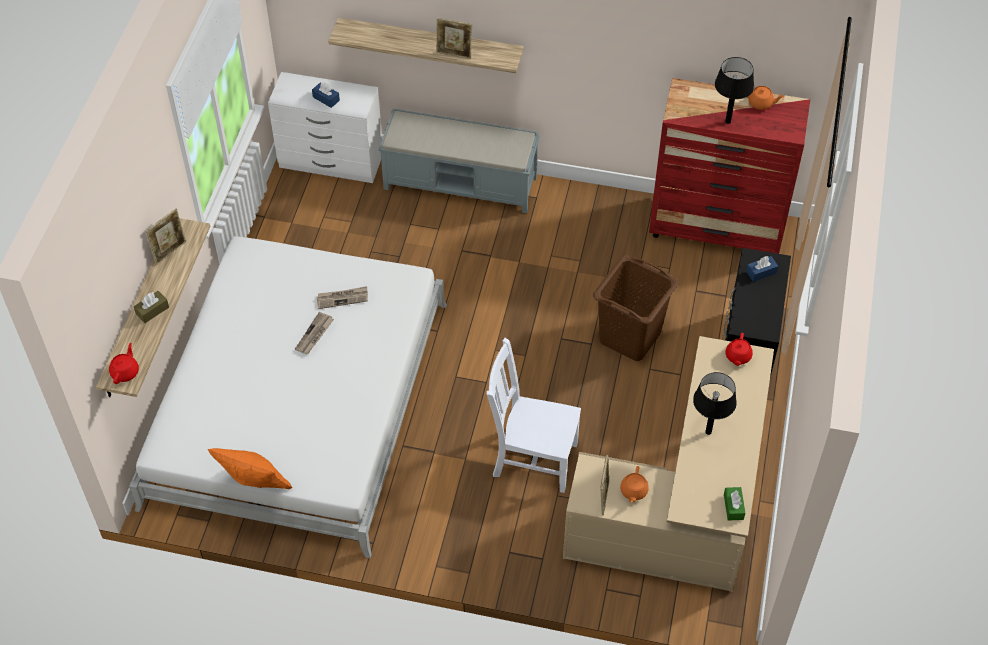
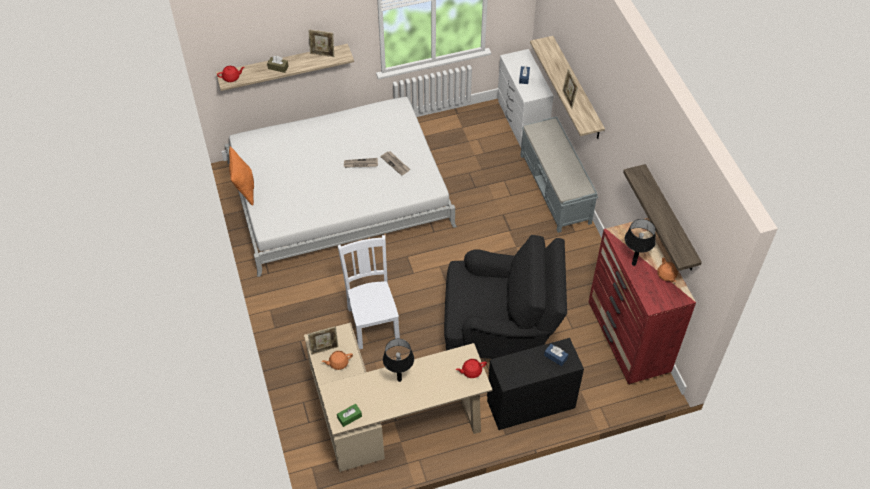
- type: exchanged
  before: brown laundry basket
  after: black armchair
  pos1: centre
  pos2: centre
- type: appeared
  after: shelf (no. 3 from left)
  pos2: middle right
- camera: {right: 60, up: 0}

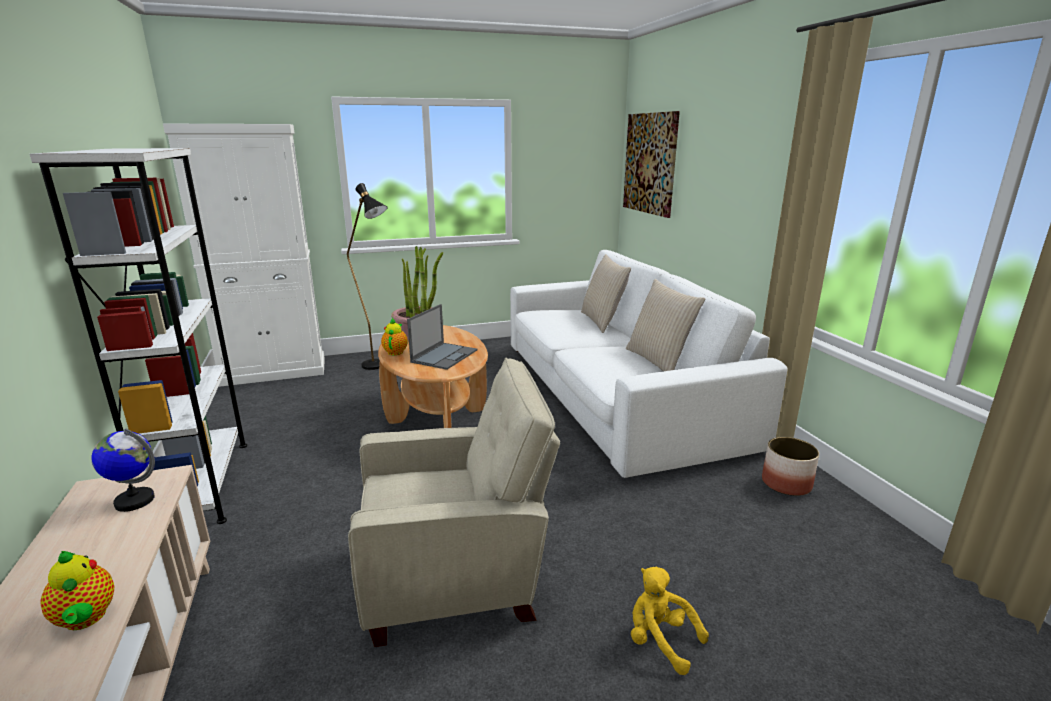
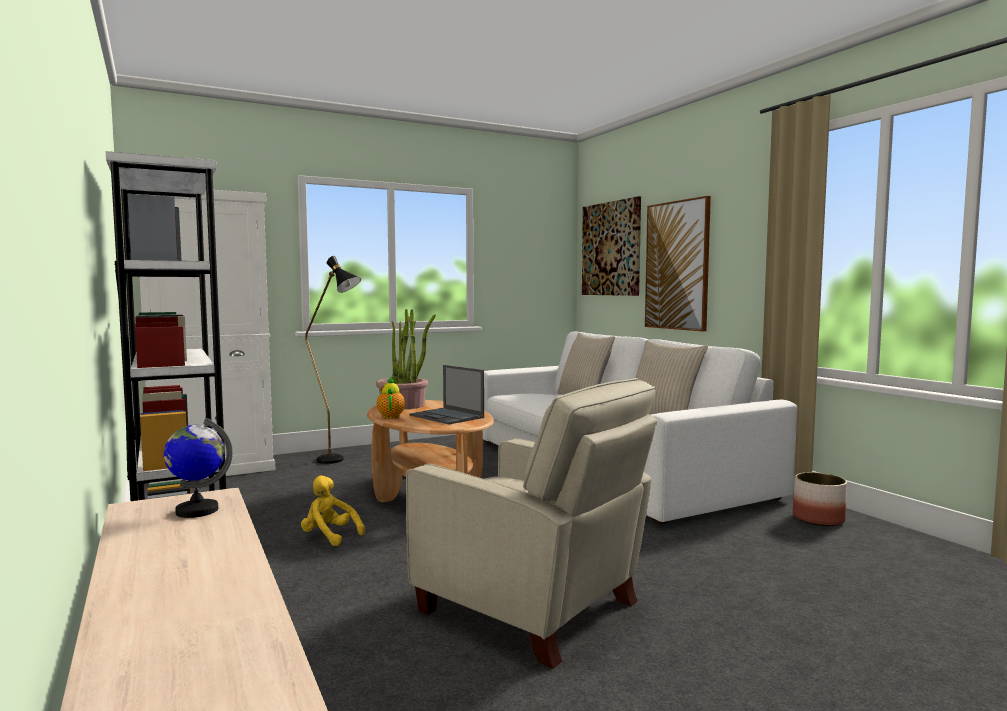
- type: spun
  before: laptop
  pos1: centre
  pos2: centre
  turn: 120
- type: spun
  before: beige armchair
  pos1: bottom centre
  pos2: bottom centre
  turn: 60
- type: missing
  before: teapot (no. 1 from left)
  pos1: bottom left
- type: relocated
  before: yellow plush toy
  pos1: bottom centre
  pos2: bottom left
- type: appeared
  after: picture (no. 2 from left)
  pos2: middle right
- camera: {right: -10, up: -15}

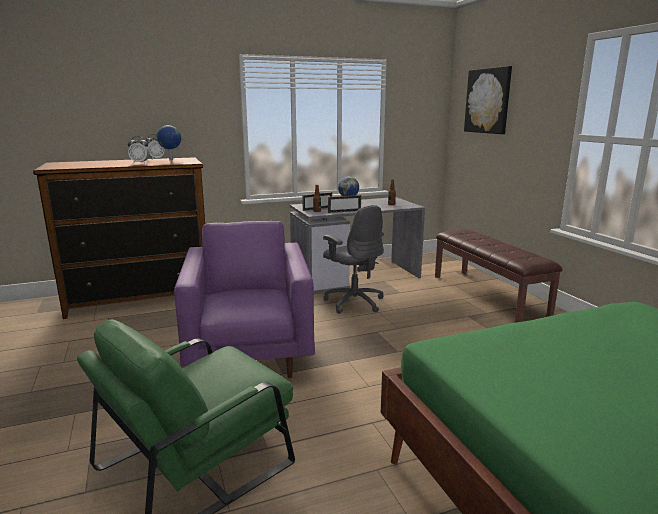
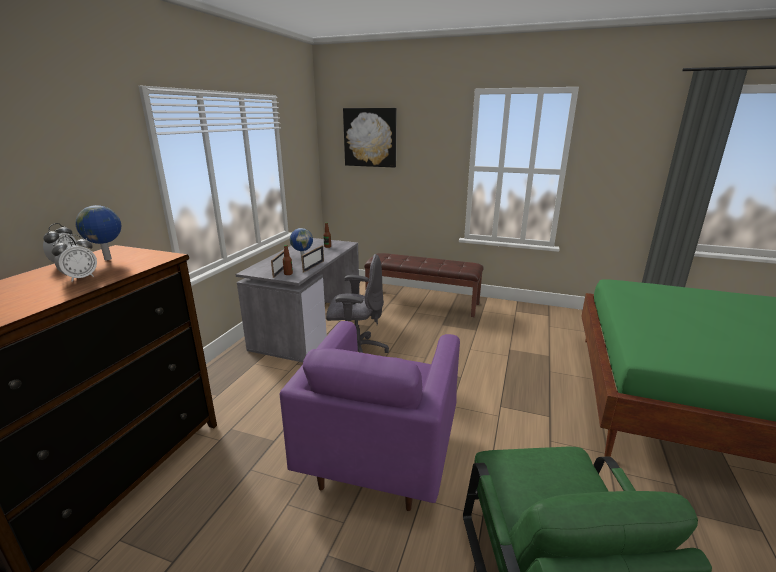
- type: spun
  before: purple armchair
  pos1: centre
  pos2: bottom centre
  turn: -105
- camera: {right: -50, up: 5}

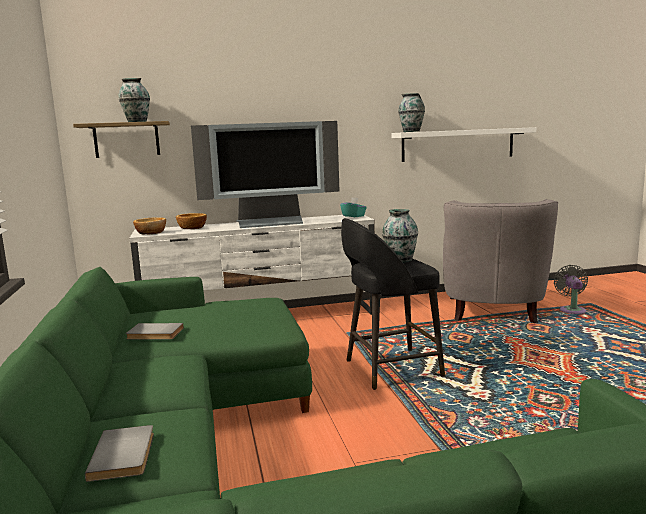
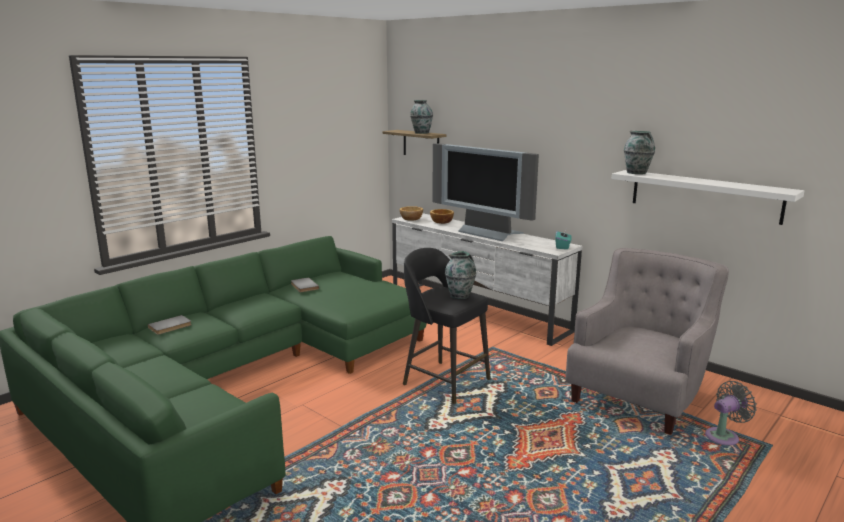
- type: spun
  before: grey armchair
  pos1: middle right
  pos2: middle right
  turn: 150
- camera: {right: 55, up: 5}

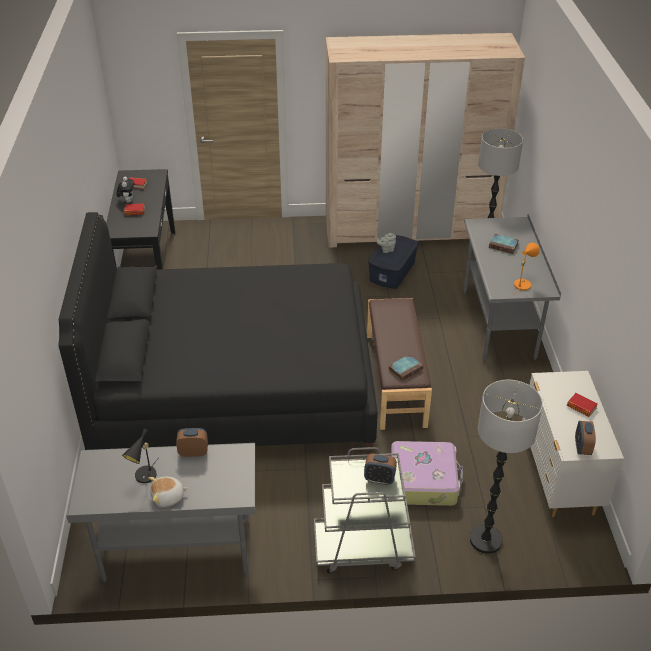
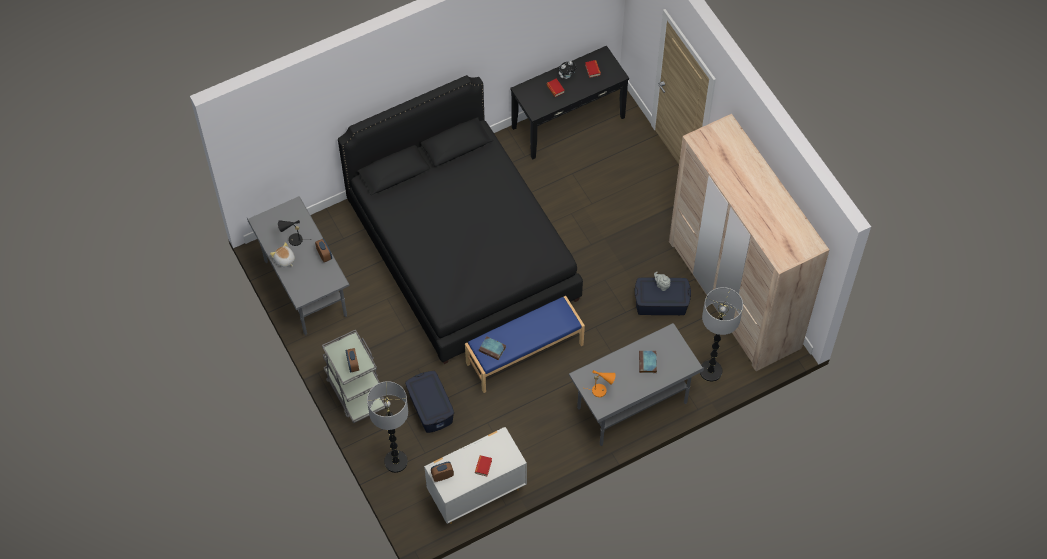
- type: colour
  before: brown bench
  after: blue bench
  pos1: centre
  pos2: centre
- type: exchanged
  before: suitcase
  after: blue storage box (no. 1 from left)
  pos1: bottom centre
  pos2: bottom centre
- camera: {right: 65, up: 20}

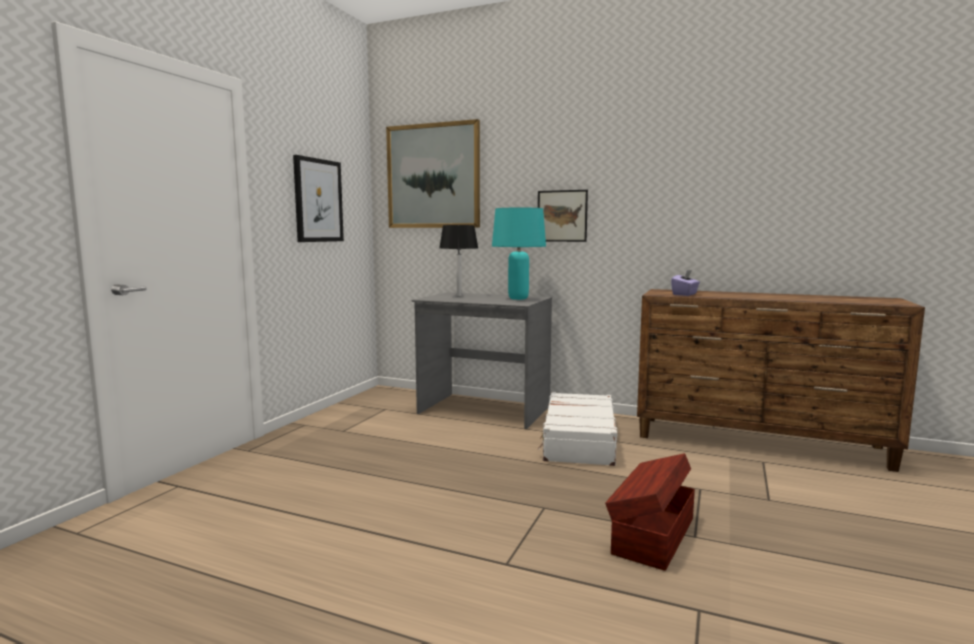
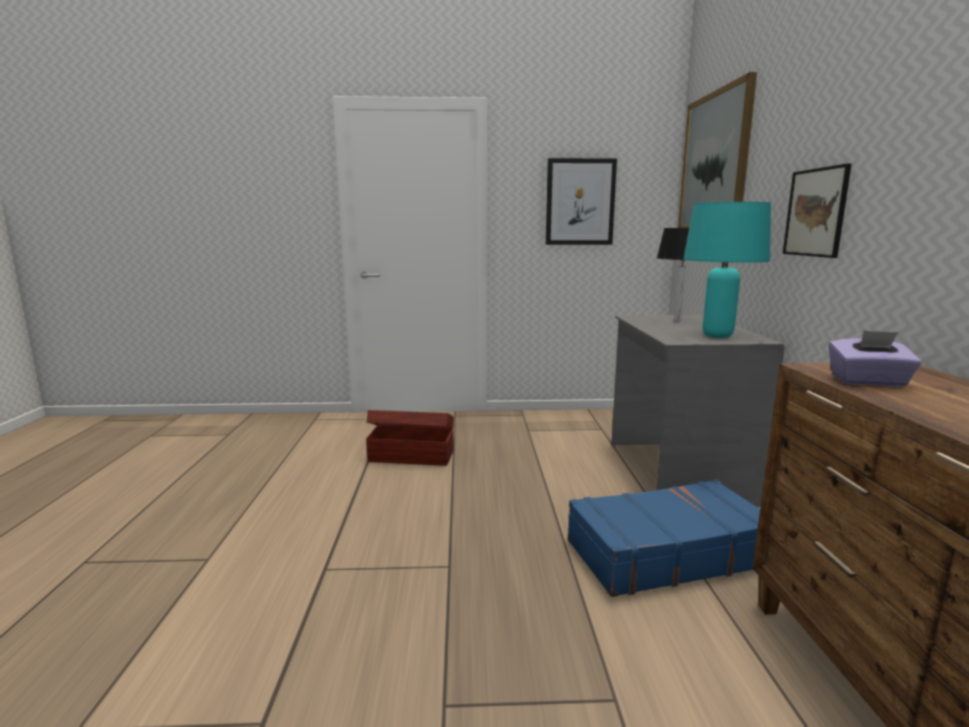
- type: colour
  before: white suitcase
  after: blue suitcase
  pos1: centre
  pos2: bottom right
- type: relocated
  before: brown storage box
  pos1: bottom right
  pos2: centre
- camera: {right: 65, up: 5}

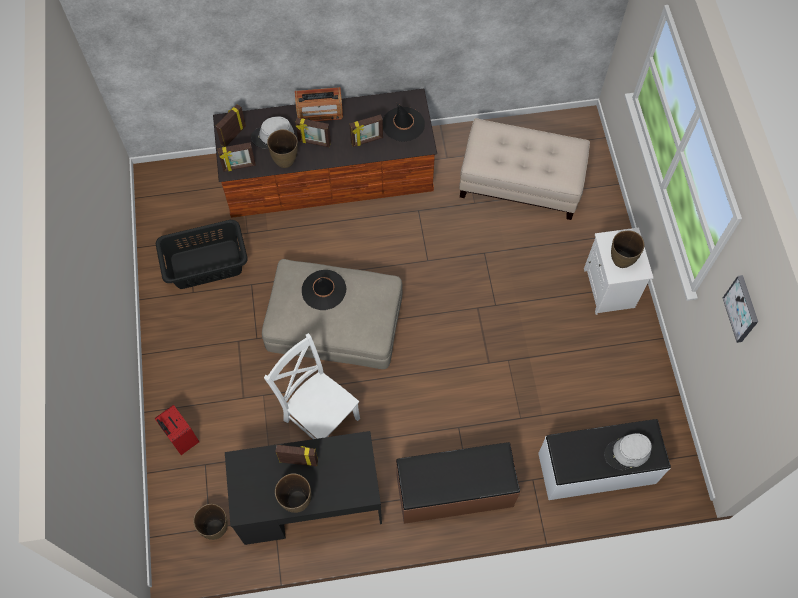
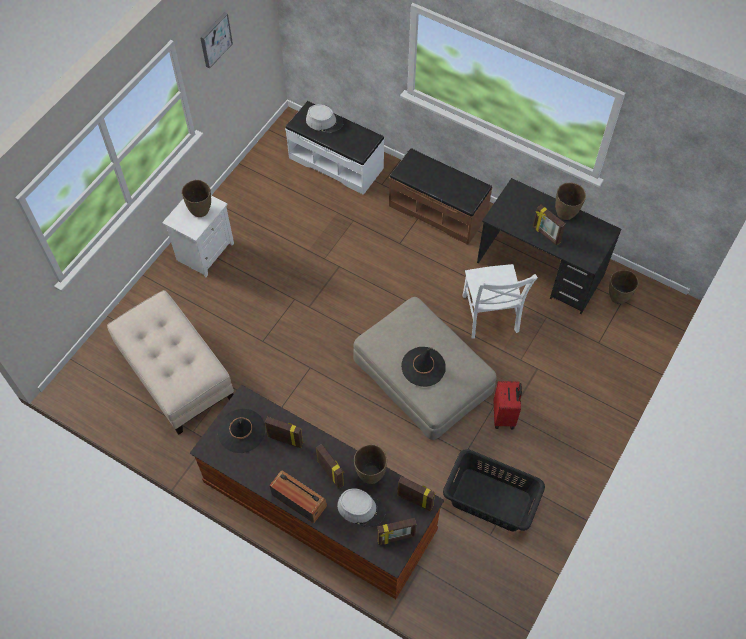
- type: relocated
  before: red suitcase
  pos1: bottom left
  pos2: middle right
- camera: {right: -140, up: -5}

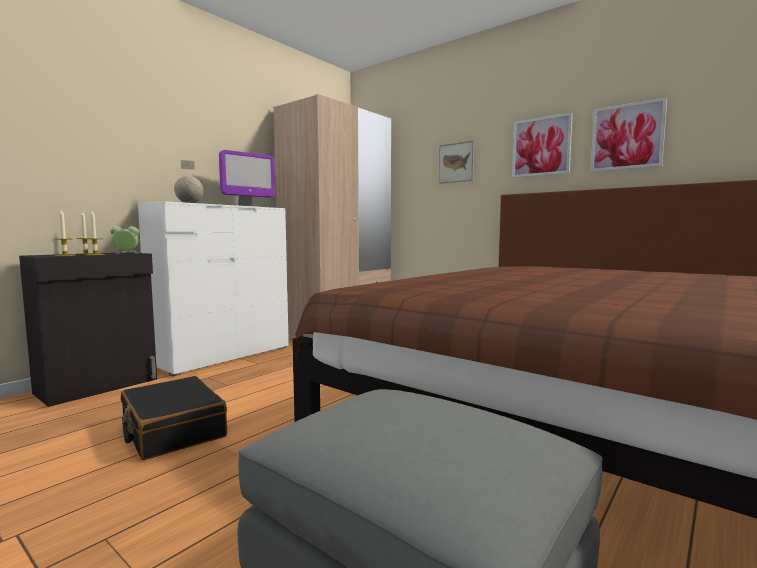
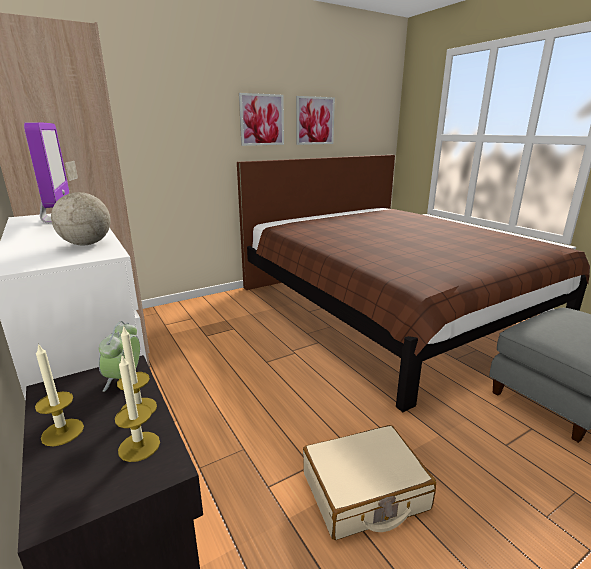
- type: missing
  before: picture (no. 1 from left)
  pos1: top centre
- type: colour
  before: black suitcase
  after: beige suitcase
  pos1: bottom left
  pos2: bottom centre
- camera: {right: -70, up: 15}

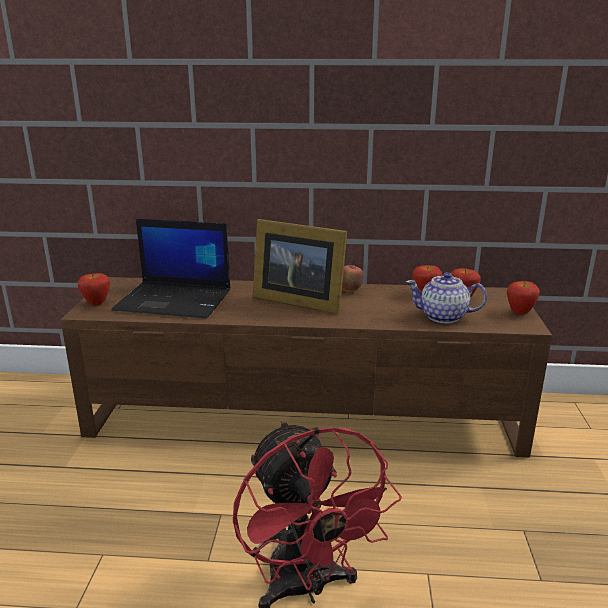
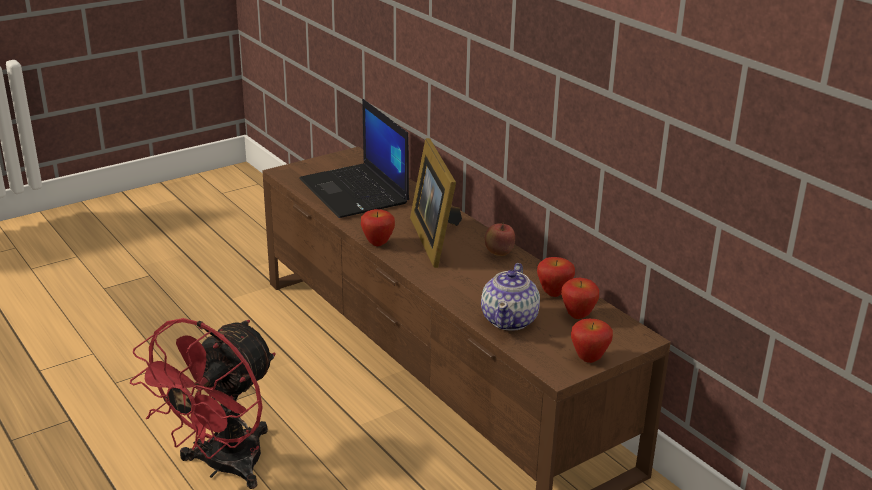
- type: spun
  before: teapot
  pos1: middle right
  pos2: centre
  turn: -135
- type: relocated
  before: apple (no. 1 from left)
  pos1: middle left
  pos2: centre
- camera: {right: 50, up: 5}

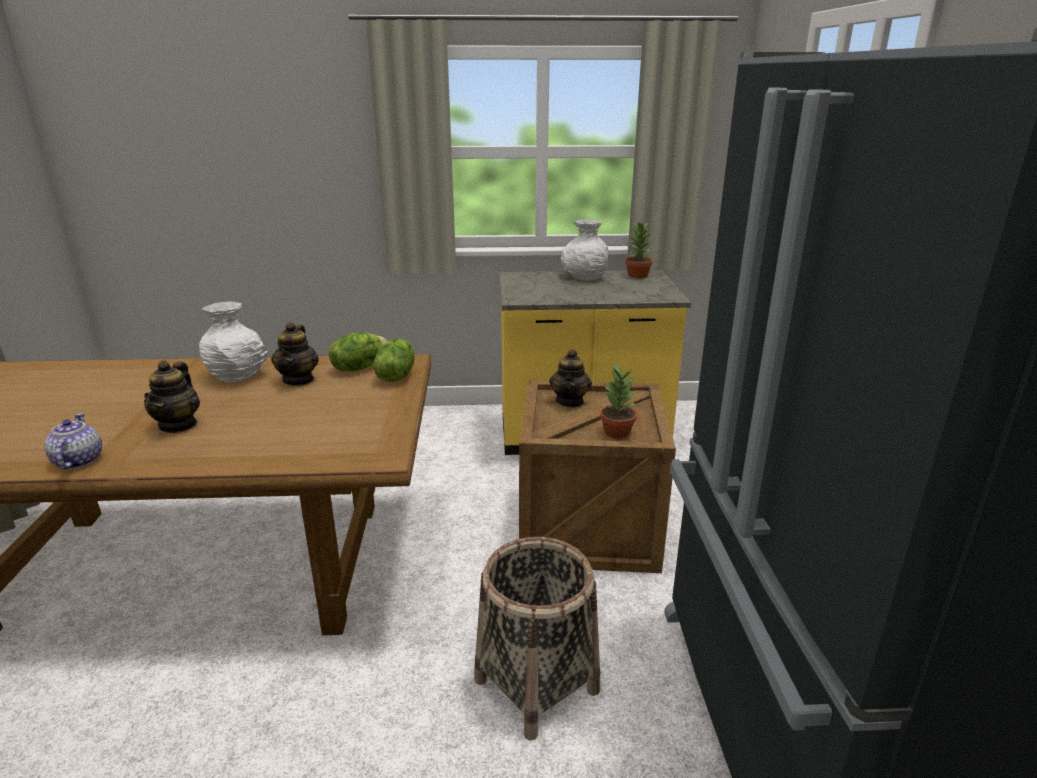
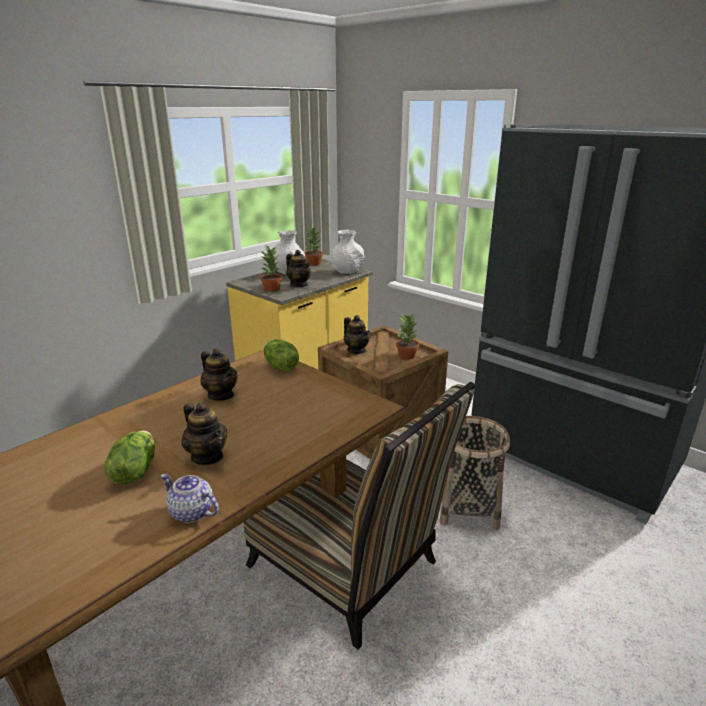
- type: relocated
  before: white vase (no. 1 from left in the first image)
  after: white vase (no. 2 from left)
  pos1: middle left
  pos2: centre
- type: relocated
  before: lettuce (no. 1 from left)
  pos1: centre
  pos2: middle left
- type: appeared
  after: potted plant (no. 1 from left)
  pos2: centre
- type: appeared
  after: teapot (no. 4 from left)
  pos2: centre
- type: appeared
  after: chair
  pos2: bottom centre
- camera: {right: -45, up: 0}

